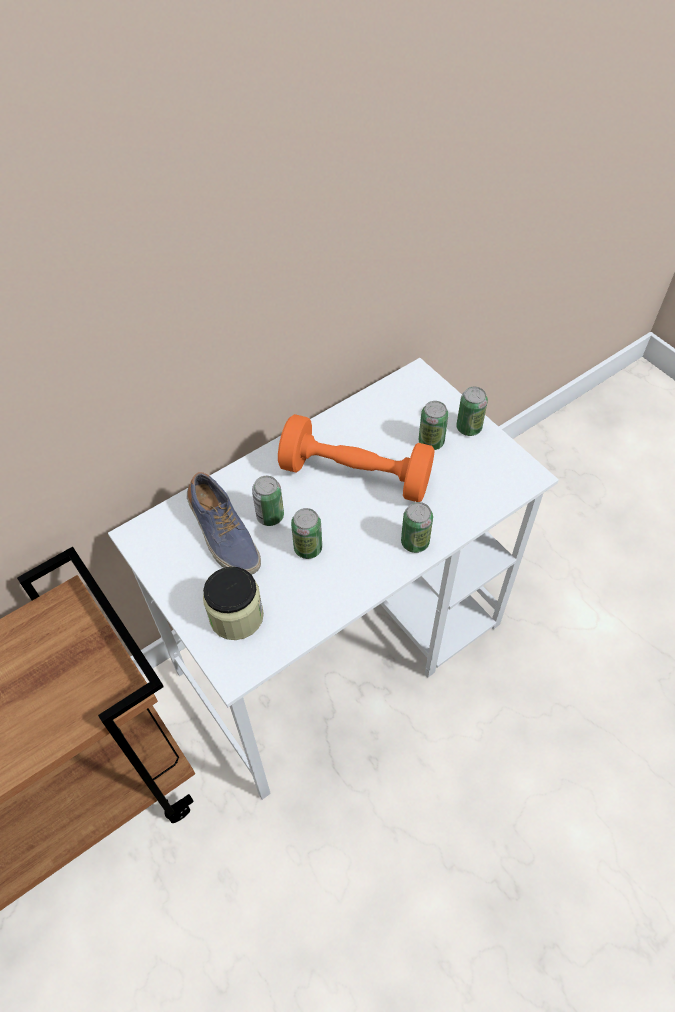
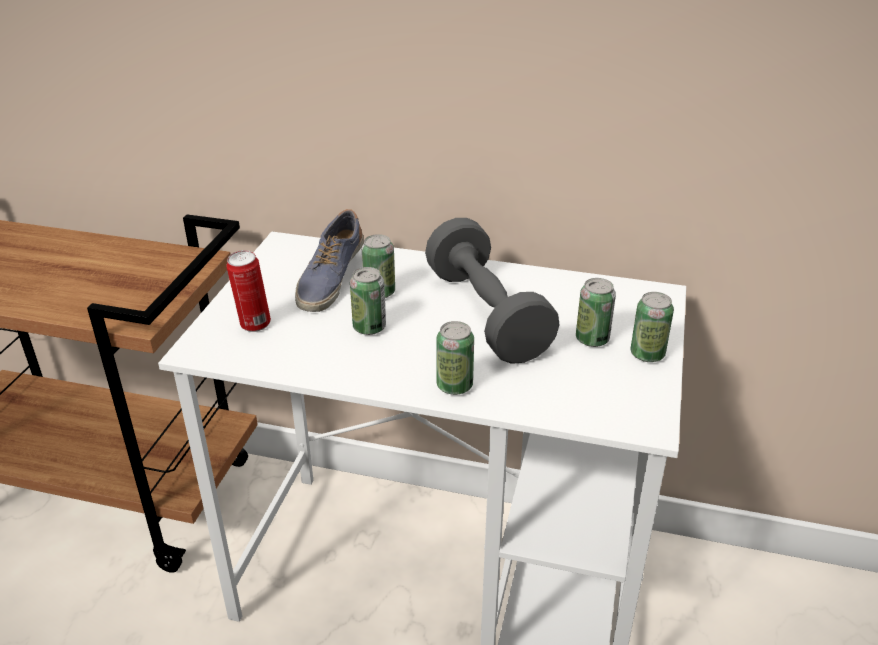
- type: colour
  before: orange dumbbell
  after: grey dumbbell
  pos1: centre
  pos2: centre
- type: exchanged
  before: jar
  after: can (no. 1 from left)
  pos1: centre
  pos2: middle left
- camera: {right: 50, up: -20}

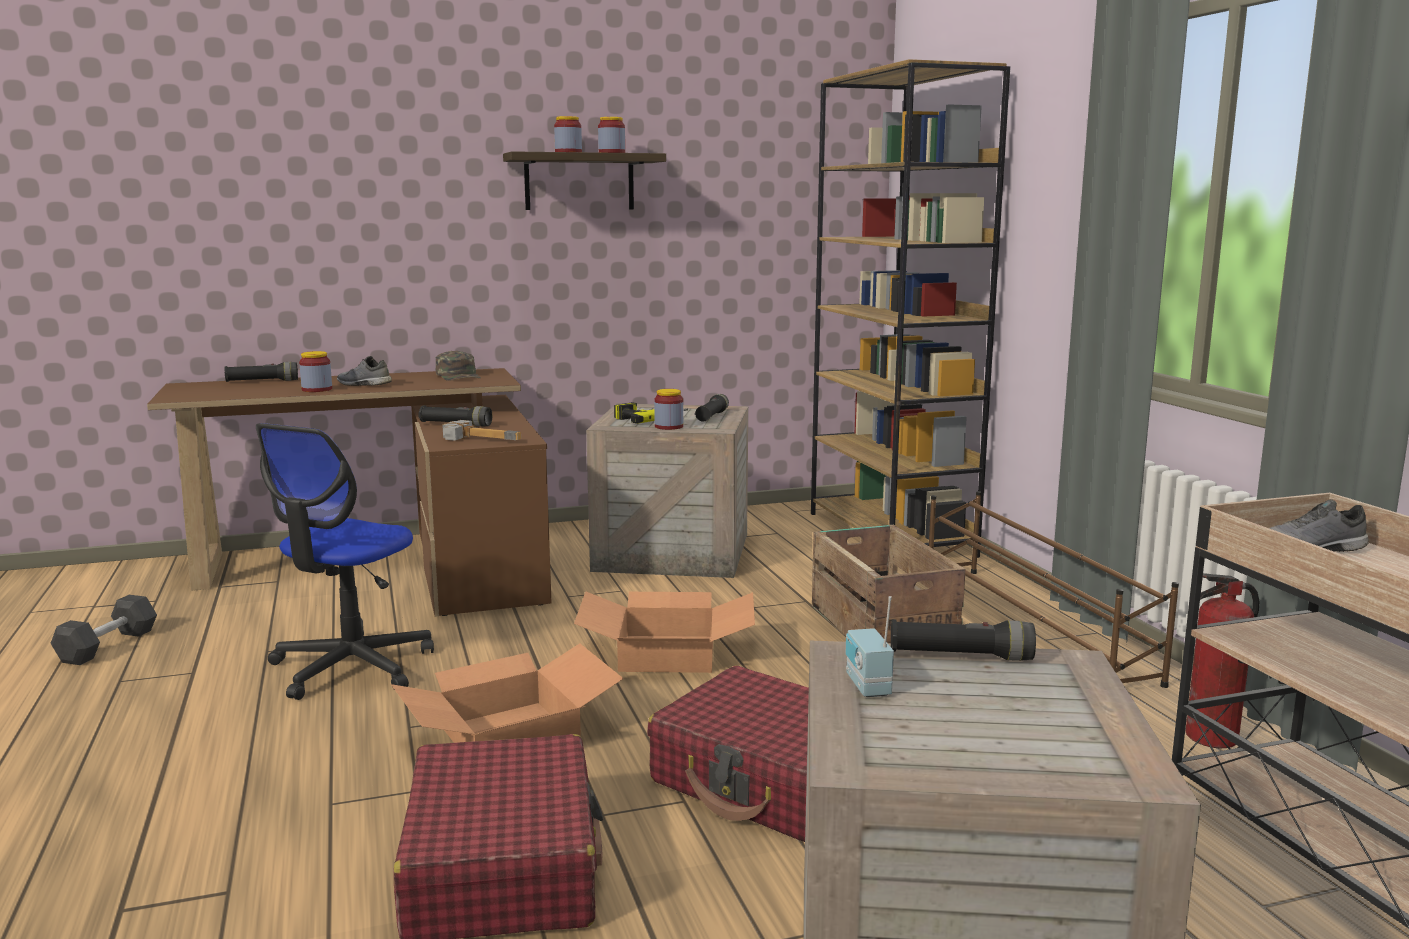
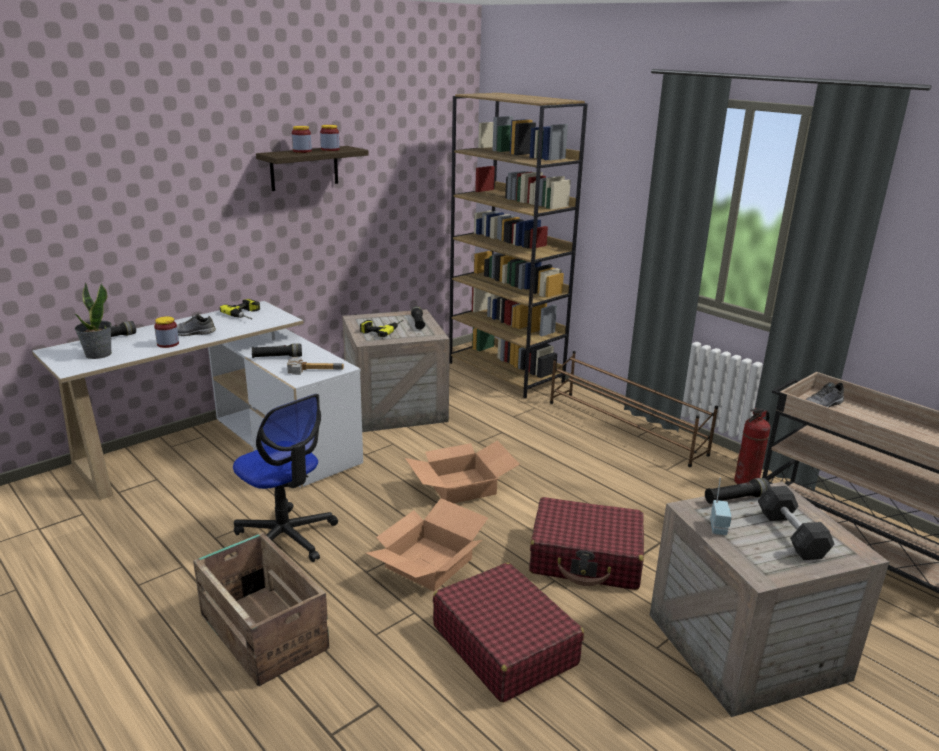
- type: exchanged
  before: green cap
  after: power drill (no. 1 from left)
  pos1: middle left
  pos2: middle left
- type: colour
  before: brown desk
  after: white desk
  pos1: middle left
  pos2: middle left
- type: missing
  before: jar (no. 4 from left)
  pos1: centre
- type: spun
  before: office chair
  pos1: middle left
  pos2: middle left
  turn: -45
- type: relocated
  before: crate (no. 2 from left in the first image)
  after: crate (no. 1 from left)
  pos1: centre
  pos2: bottom left
- type: relocated
  before: grey dumbbell
  pos1: bottom left
  pos2: bottom right
- type: spun
  before: radio
  pos1: bottom centre
  pos2: bottom right
  turn: -135
- type: appeared
  after: potted plant
  pos2: middle left
- camera: {right: -25, up: 10}

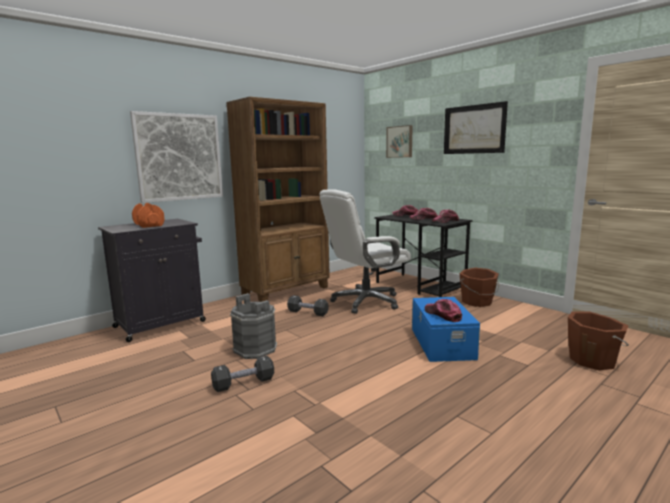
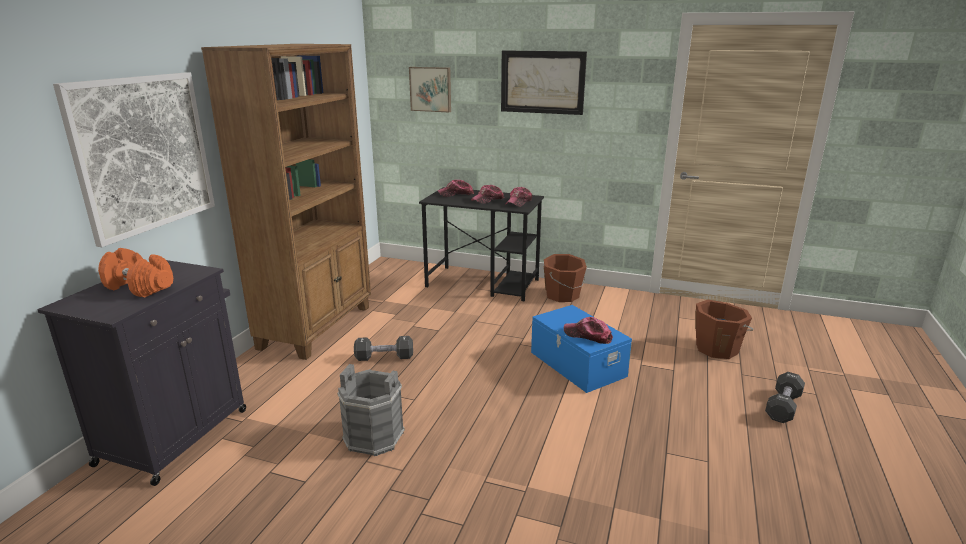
- type: missing
  before: white office chair
  pos1: centre
- type: relocated
  before: black dumbbell (no. 1 from left in the first image)
  after: black dumbbell (no. 2 from left)
  pos1: bottom centre
  pos2: bottom right
- camera: {right: -30, up: 10}

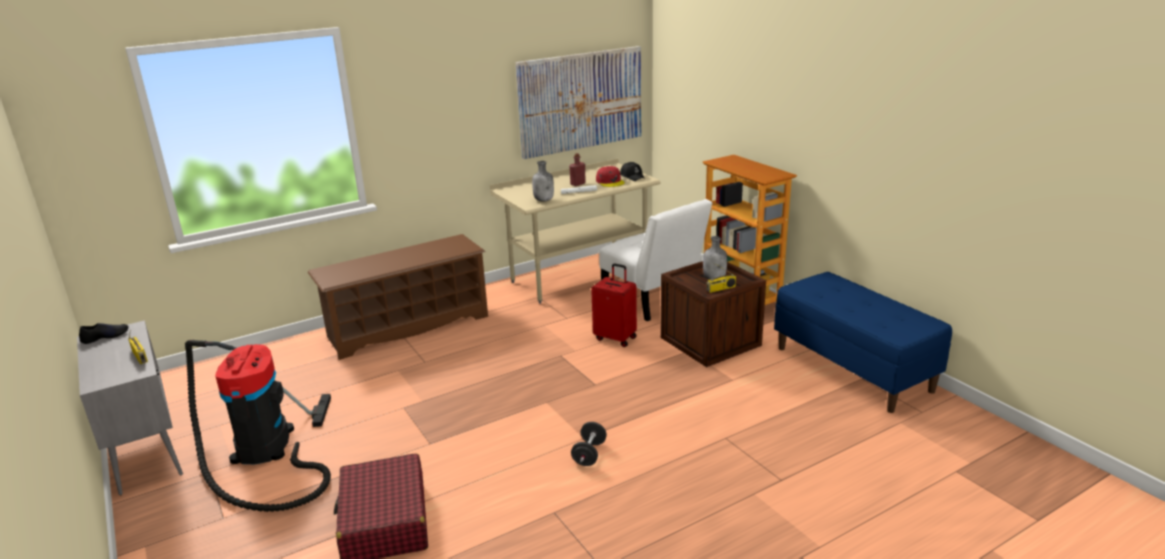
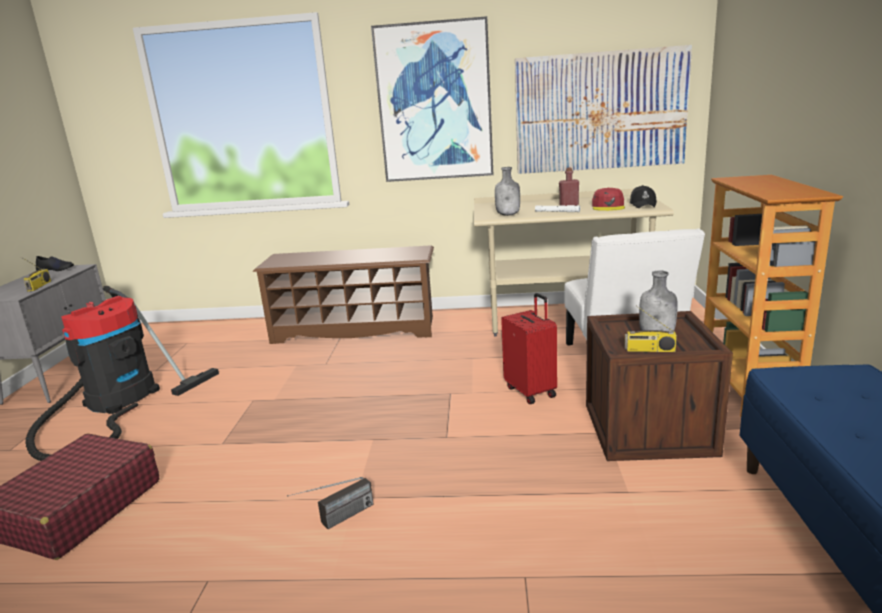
- type: exchanged
  before: black dumbbell
  after: radio (no. 2 from left)
  pos1: bottom centre
  pos2: bottom centre
- type: appeared
  after: picture (no. 1 from left)
  pos2: top centre
- camera: {right: 35, up: -5}

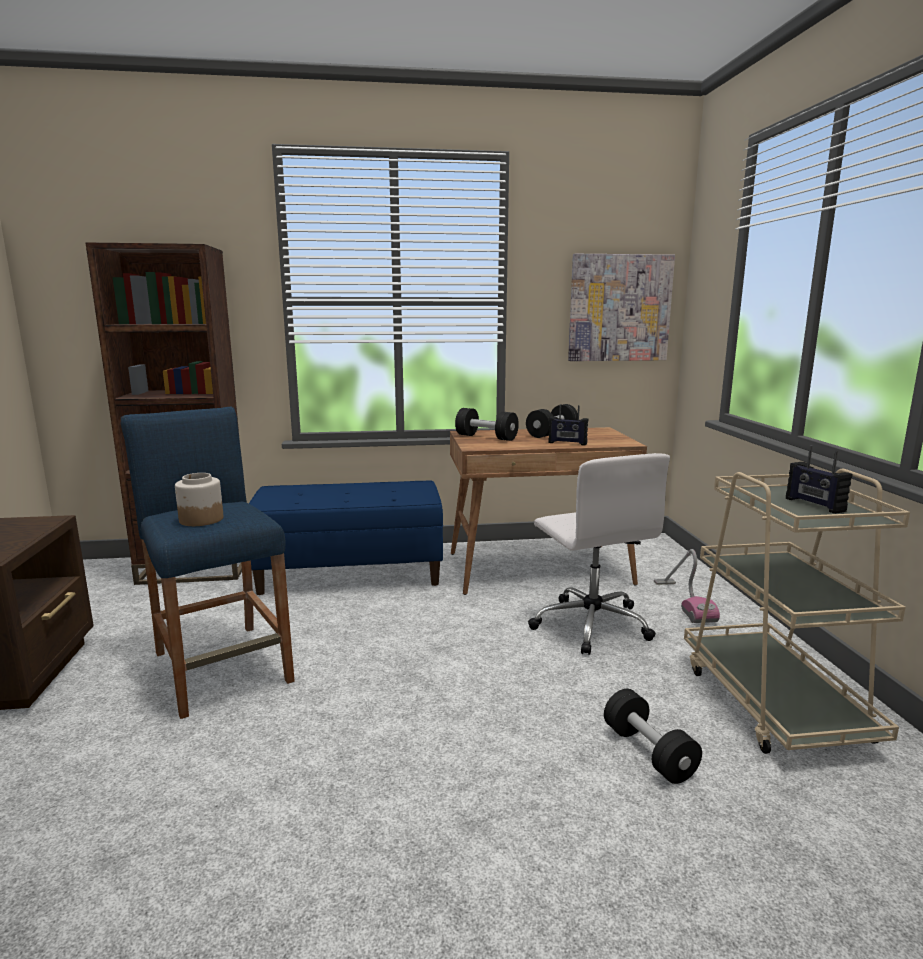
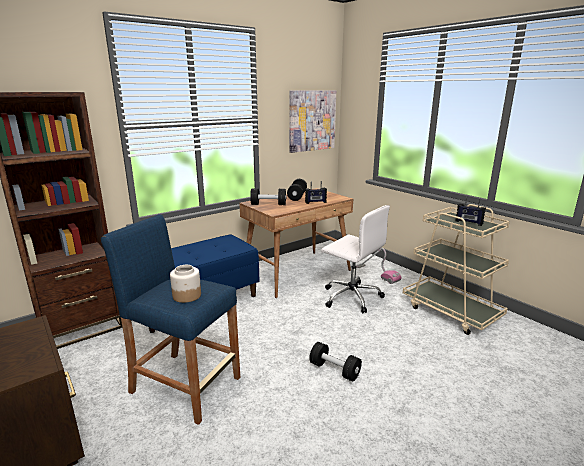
- type: relocated
  before: black dumbbell (no. 3 from left)
  pos1: bottom right
  pos2: bottom centre
- camera: {right: -30, up: 5}

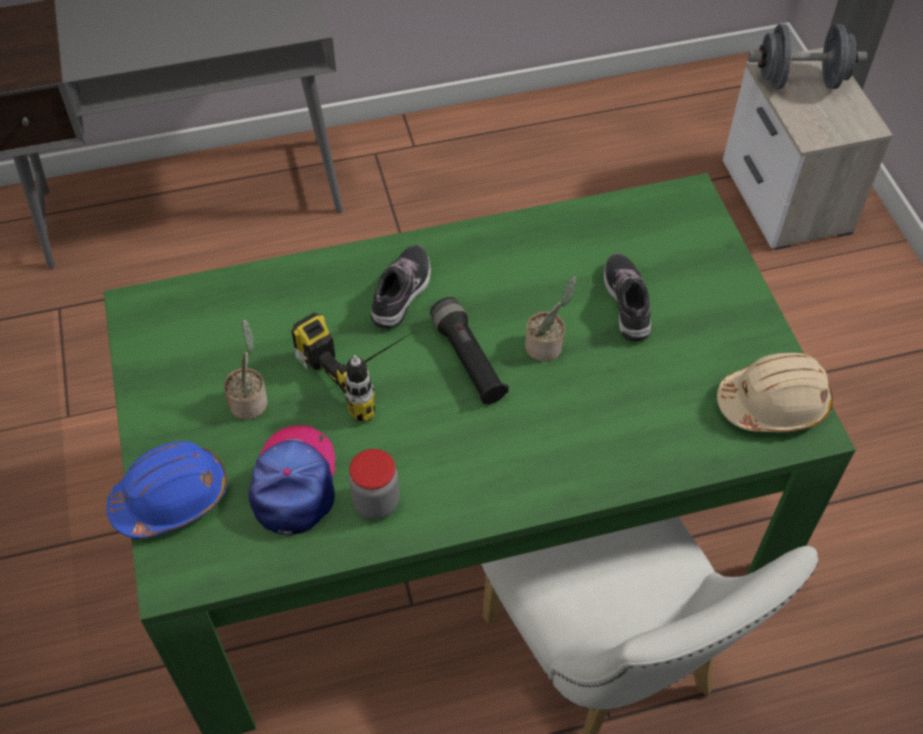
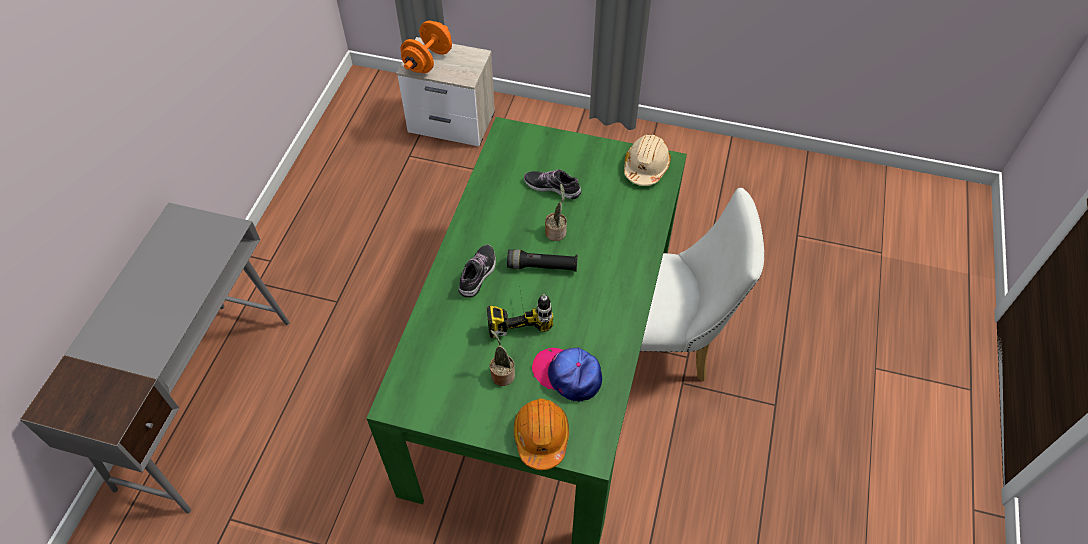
- type: colour
  before: grey dumbbell
  after: orange dumbbell
  pos1: top right
  pos2: top centre
- type: spun
  before: shoe (no. 1 from left)
  pos1: centre
  pos2: centre
  turn: 60
- type: colour
  before: blue hard hat
  after: orange hard hat
  pos1: bottom left
  pos2: bottom centre
- type: missing
  before: jar
  pos1: centre
- camera: {right: -60, up: 0}

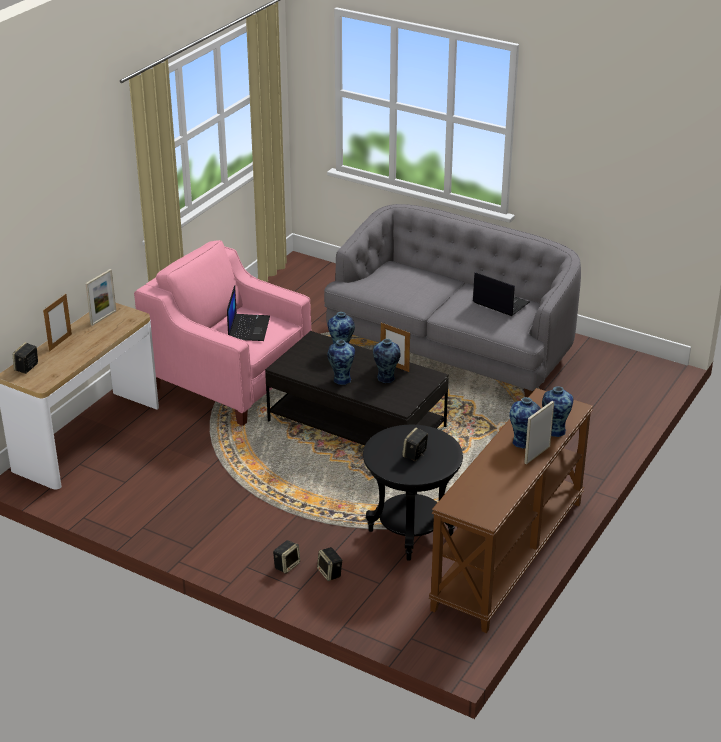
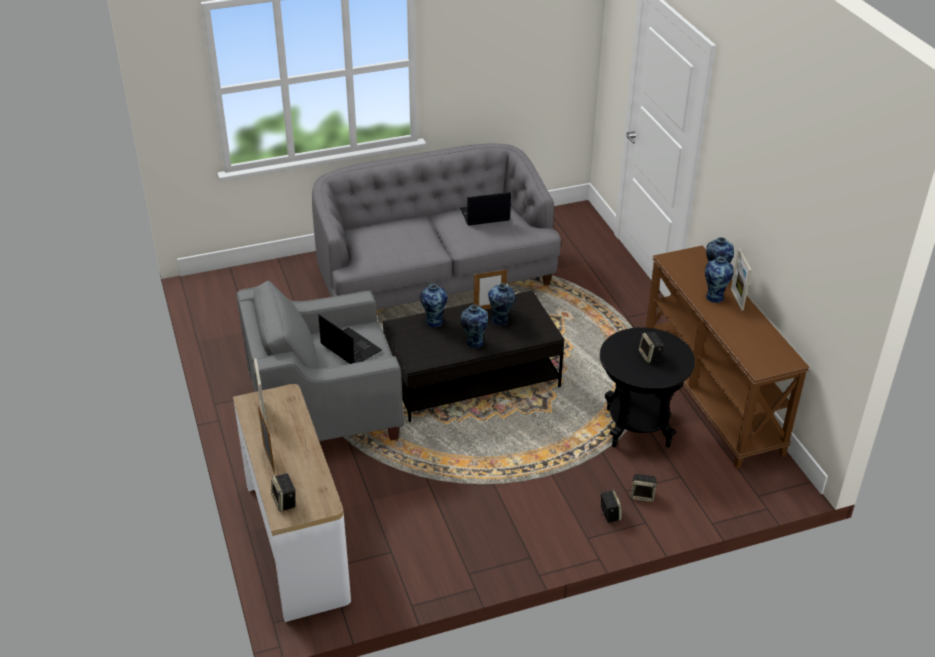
- type: colour
  before: pink armchair
  after: grey armchair
  pos1: middle left
  pos2: centre
- camera: {right: -50, up: 5}

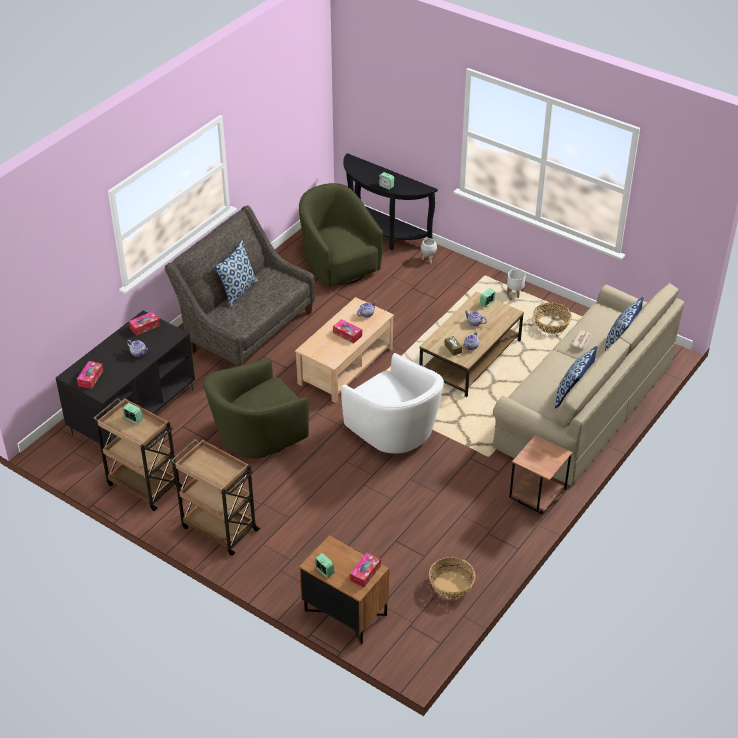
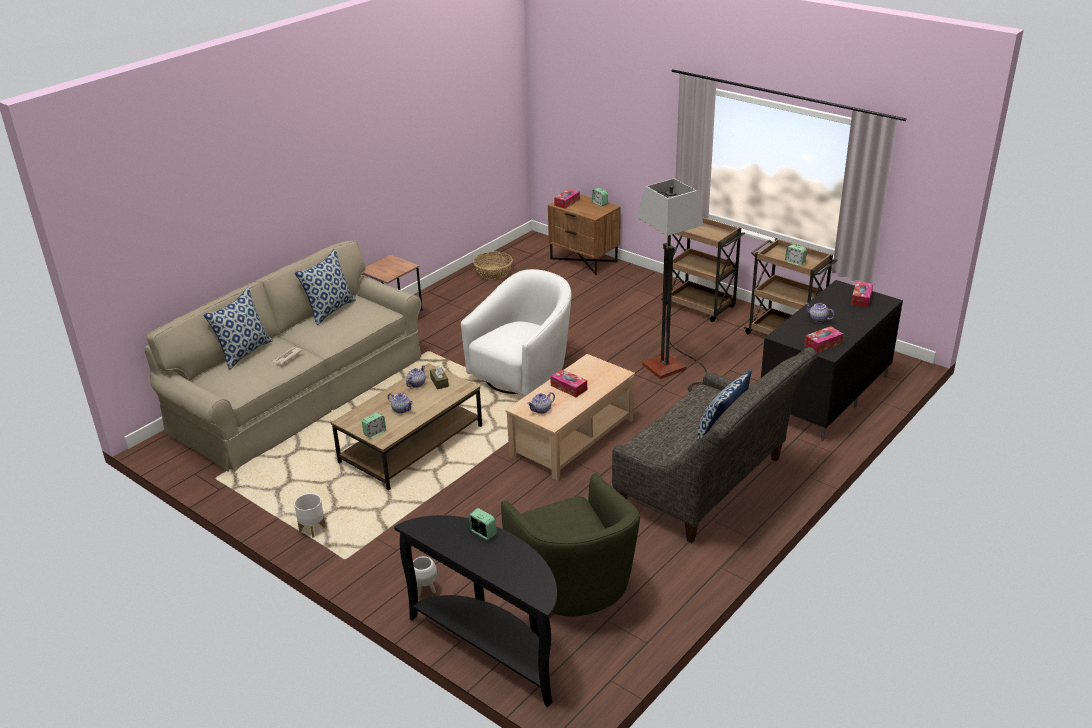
- type: missing
  before: basket (no. 2 from left)
  pos1: middle right
- type: spun
  before: white armchair
  pos1: centre
  pos2: centre
  turn: 75
- type: exchanged
  before: green armchair (no. 1 from left)
  after: floor lamp
  pos1: centre
  pos2: centre
- camera: {right: -175, up: -10}

